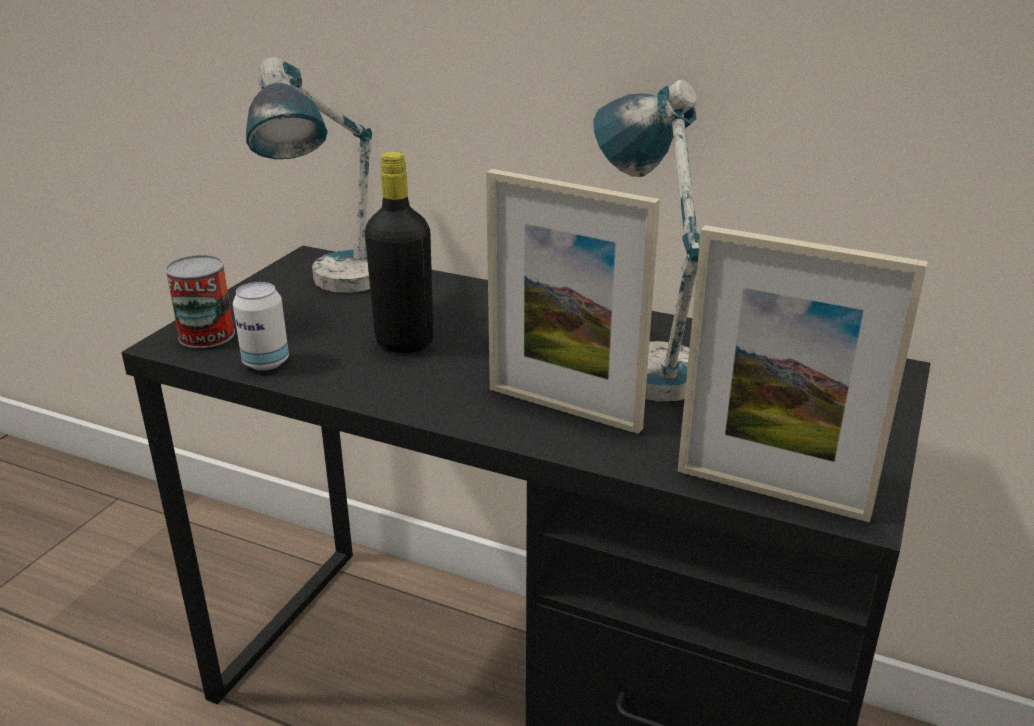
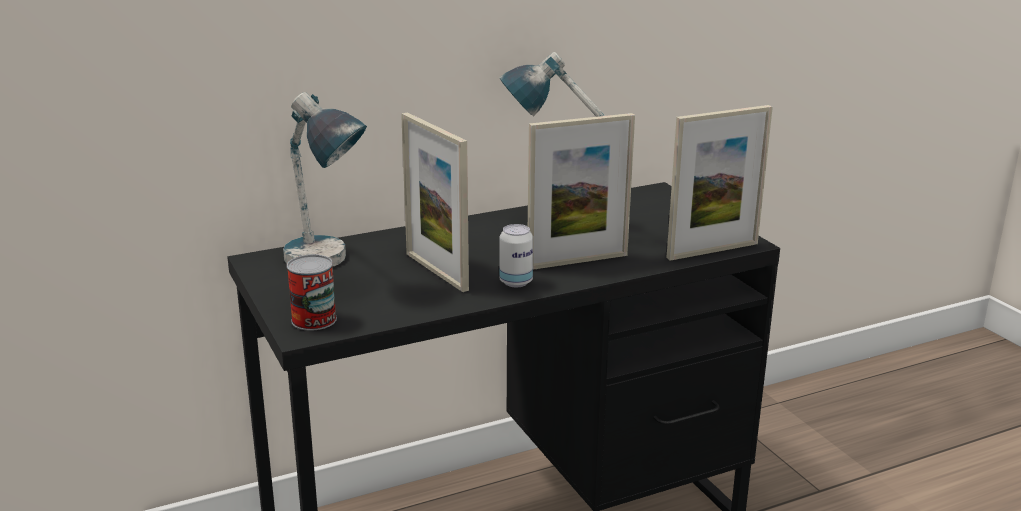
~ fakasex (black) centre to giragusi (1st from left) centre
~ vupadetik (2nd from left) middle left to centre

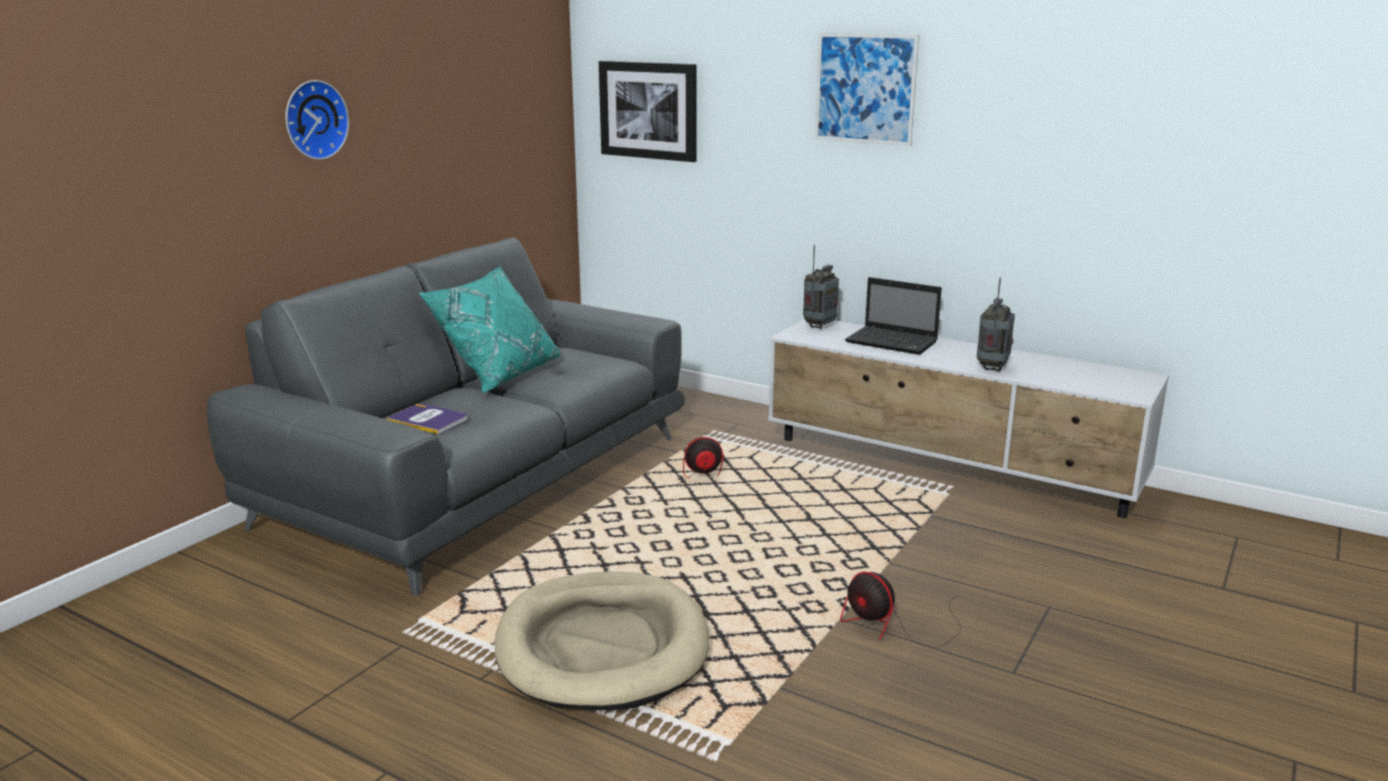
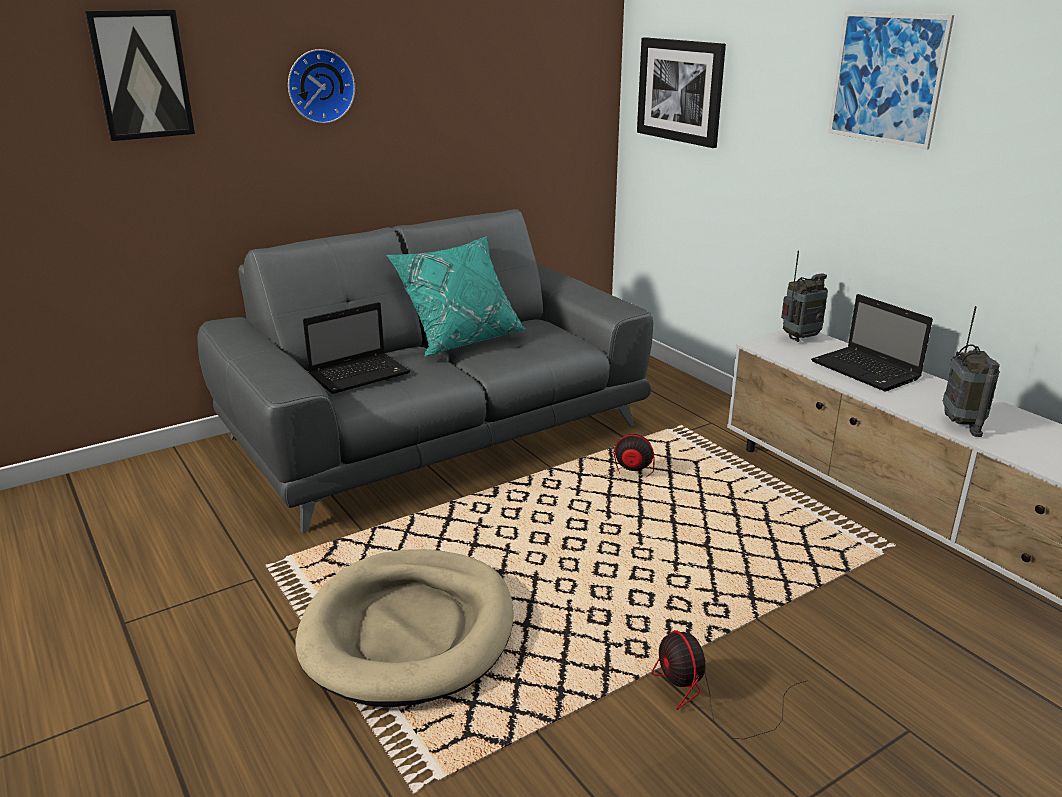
+ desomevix (1st from left) top left
~ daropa middle left to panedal (1st from left) centre
~ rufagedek (2nd from left) middle right = middle right 135 degrees clockwise

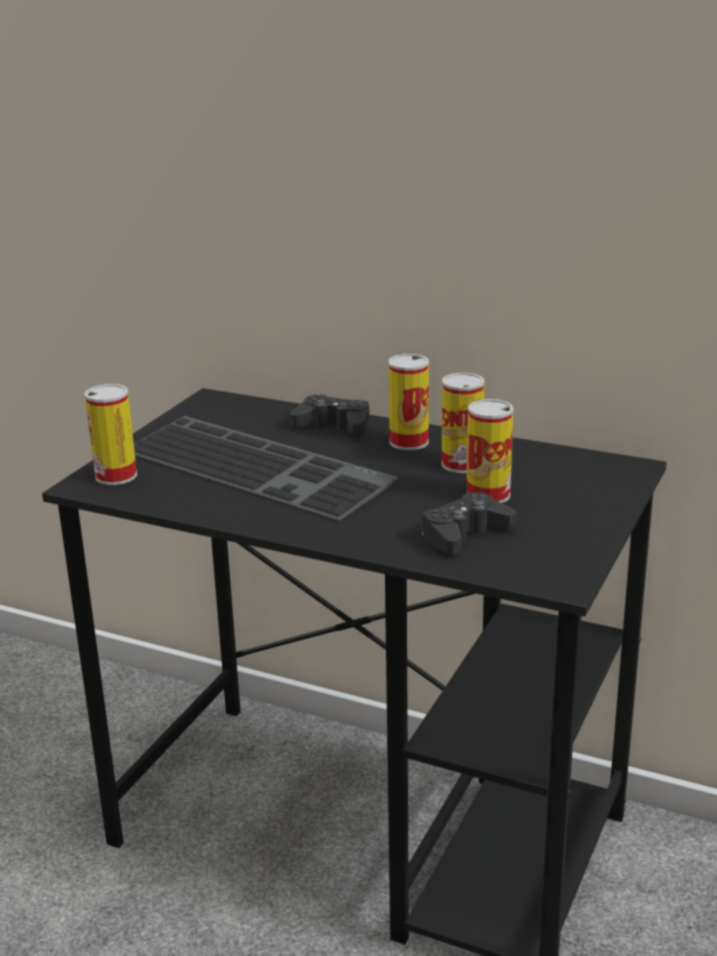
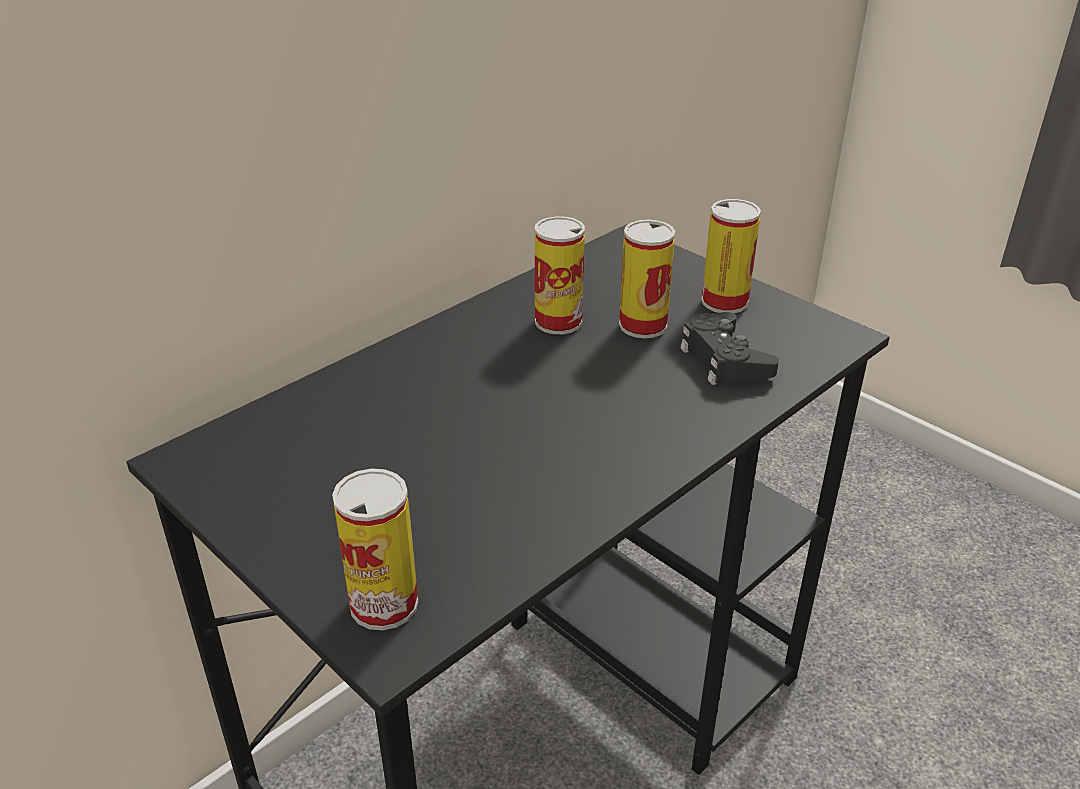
~ vupadetik (2nd from left in the first image) centre to vupadetik (4th from left) top right
- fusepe centre
- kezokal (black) (1st from left) centre

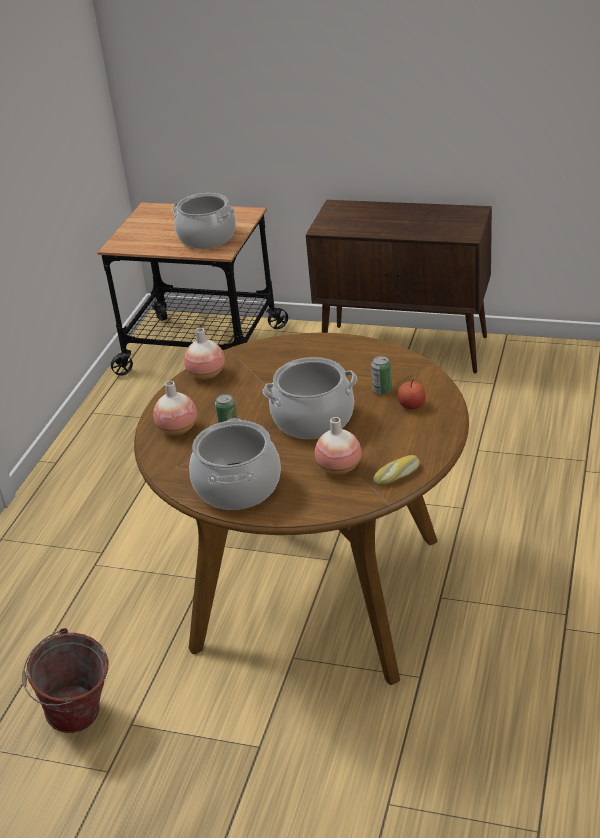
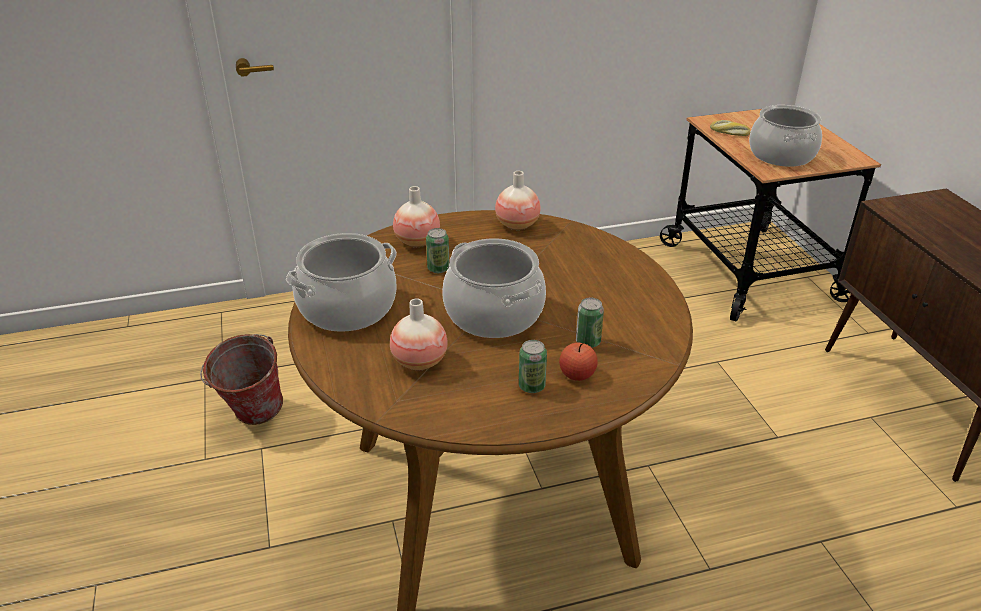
+ vupadetik (2nd from left) centre
~ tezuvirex centre to top right

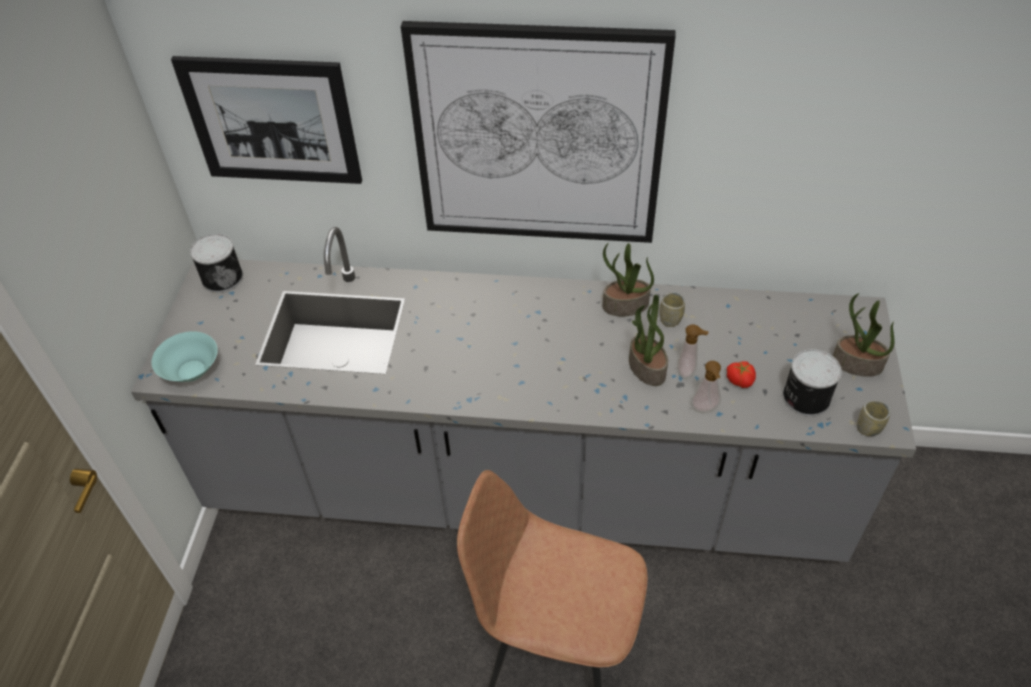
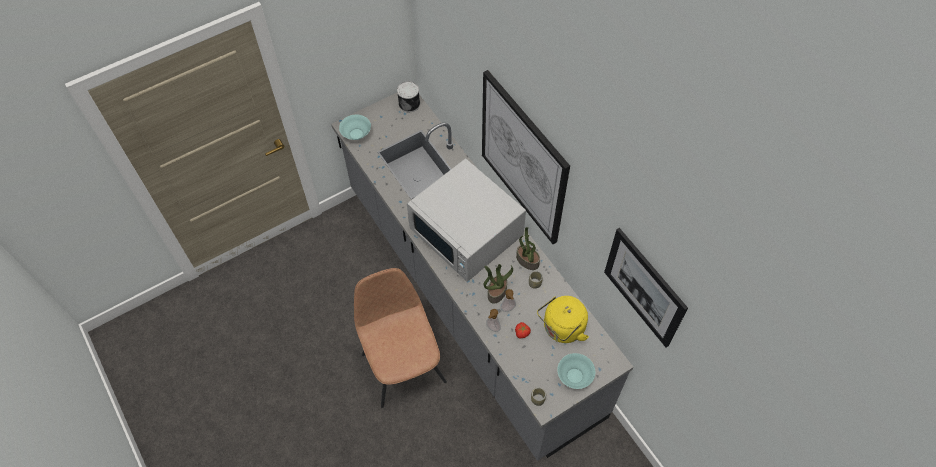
+ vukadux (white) centre
+ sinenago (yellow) bottom centre
~ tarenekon (3rd from left) middle right to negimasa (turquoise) (2nd from left) bottom centre
~ desomevix (1st from left in the first image) top left to desomevix (2nd from left) middle right
- vupadetik (2nd from left) middle right

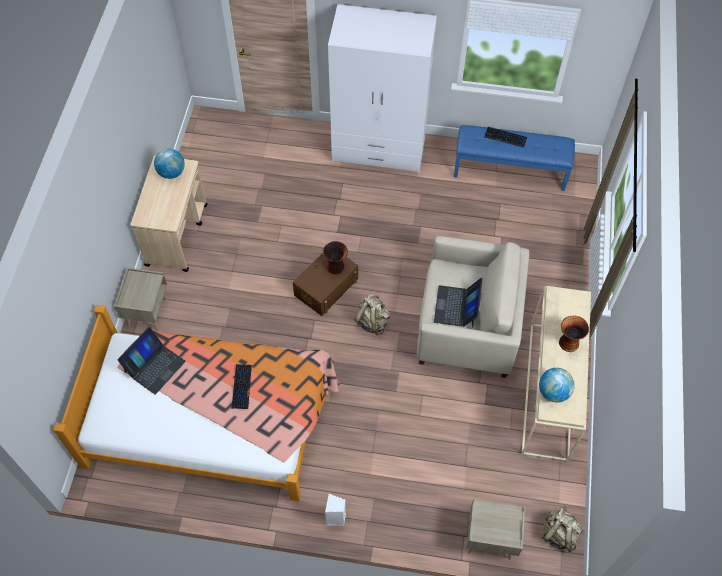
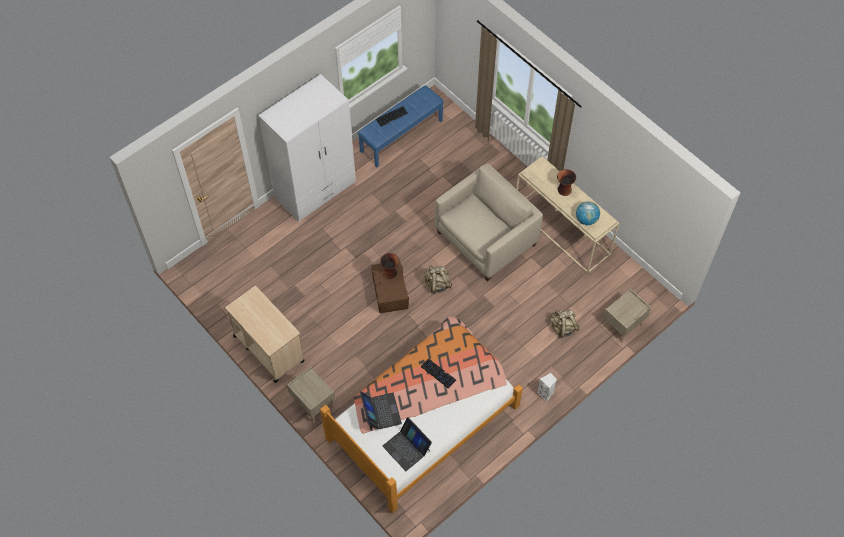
~ panedal (2nd from left) centre to bottom centre
~ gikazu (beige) (2nd from left) bottom right to middle right
- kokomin (1st from left) top left

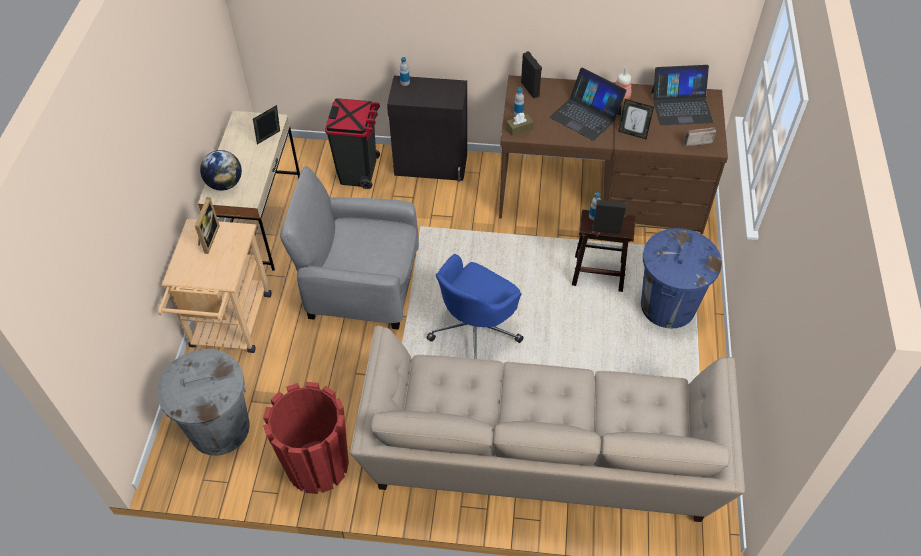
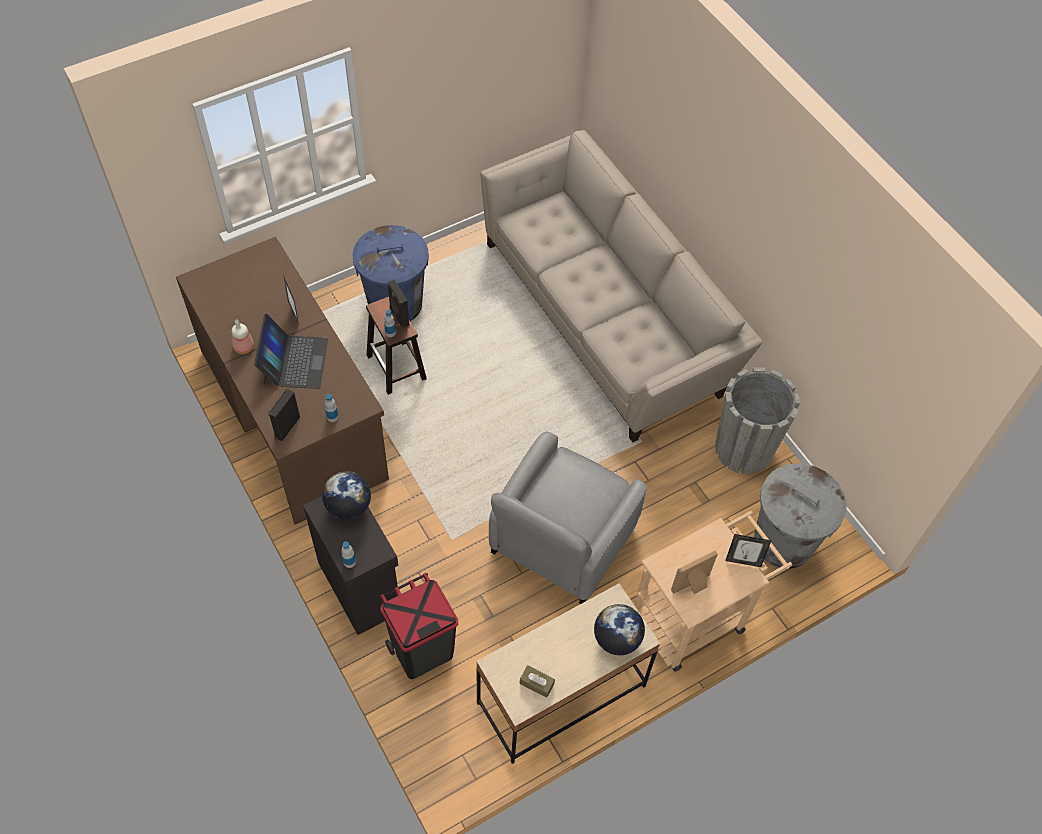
+ kokomin (1st from left) middle left
~ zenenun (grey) centre = centre 60 degrees clockwise
~ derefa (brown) top centre to bottom centre
~ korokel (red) bottom left to korokel (grey) middle right
~ giragusi (2nd from left in the first image) top left to giragusi (3rd from left) middle right
- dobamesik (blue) centre
- panedal (2nd from left) top right
- rufagedek top right

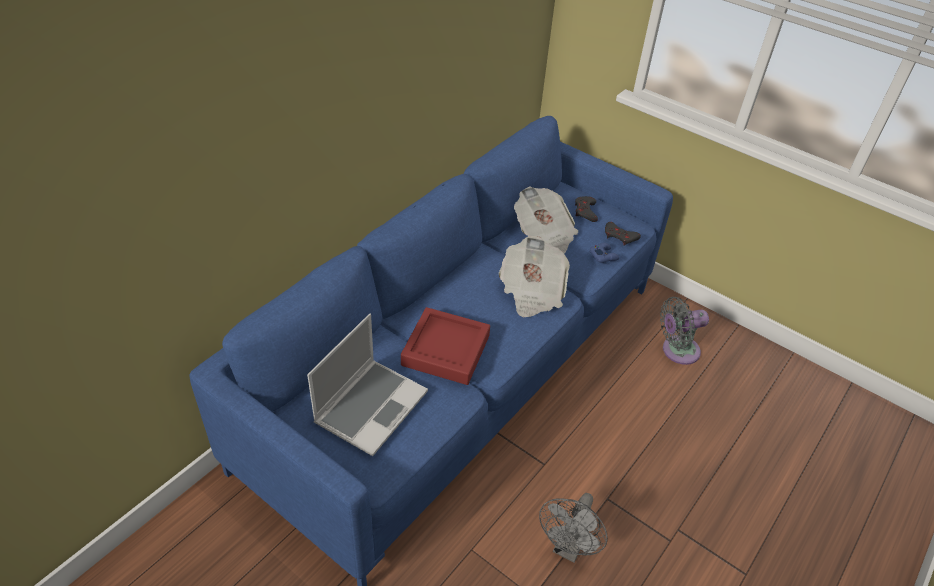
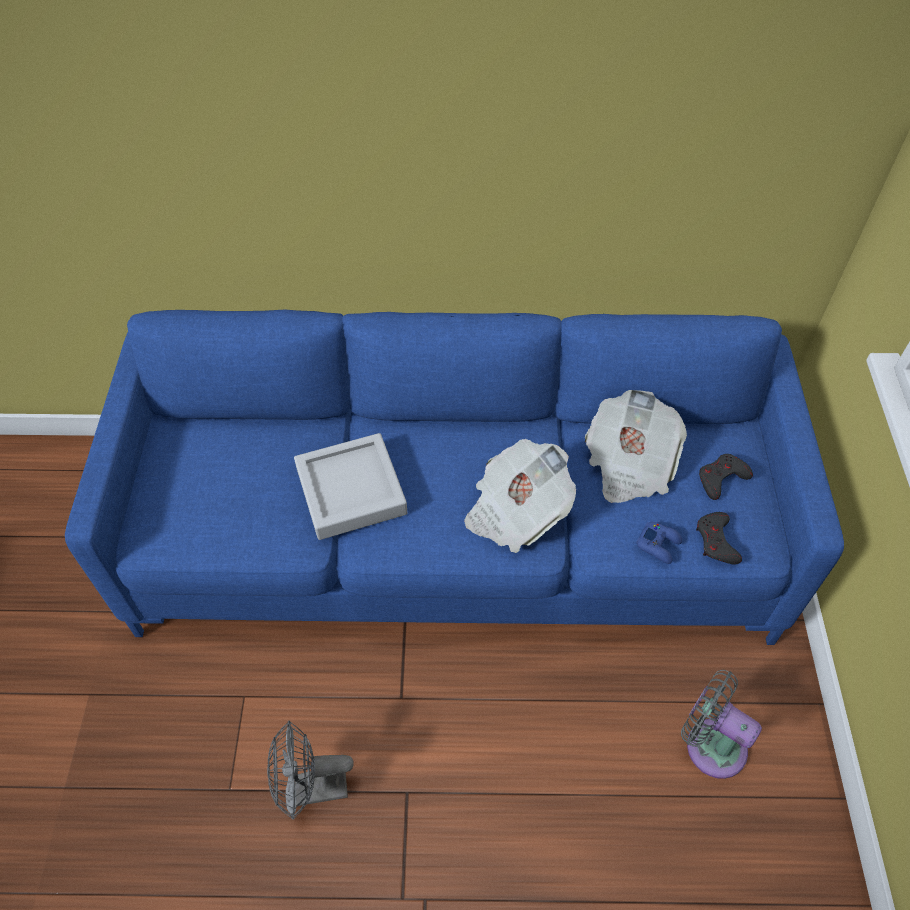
~ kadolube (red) centre to kadolube (grey) centre
- panedal centre

